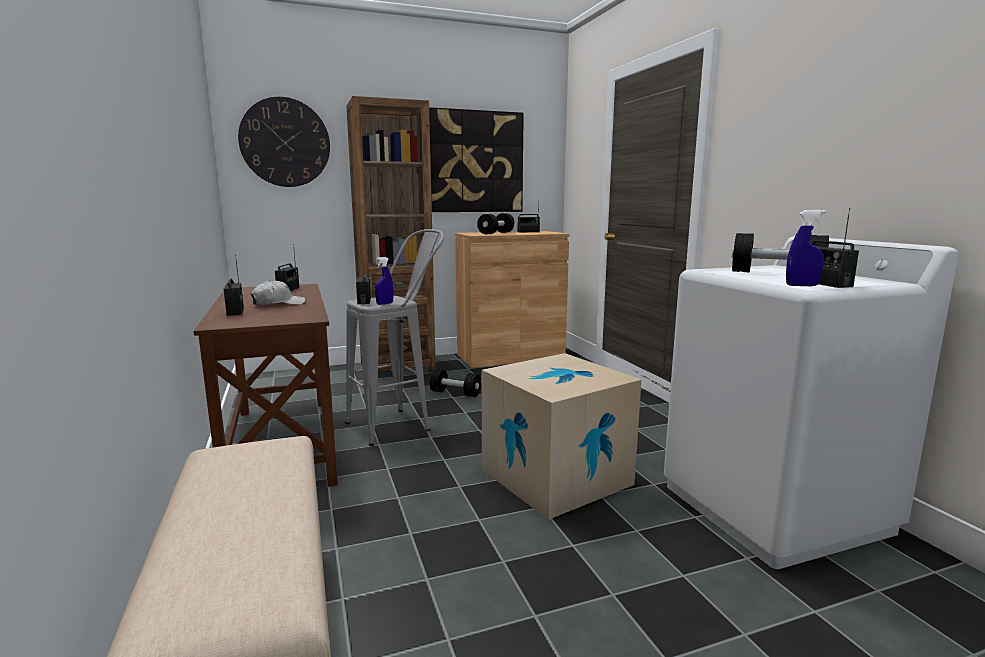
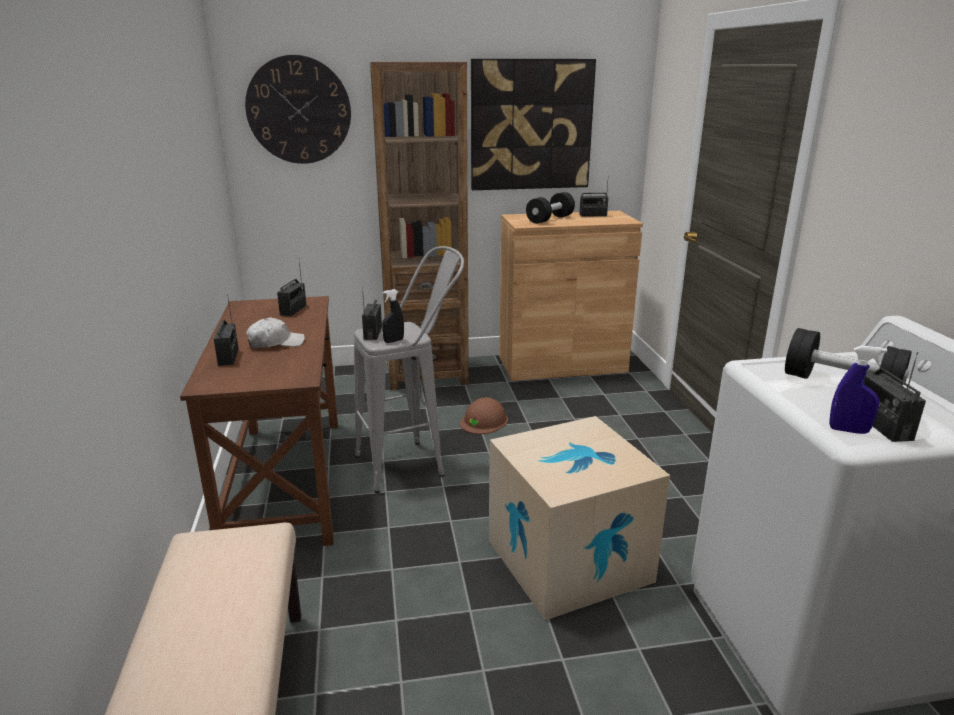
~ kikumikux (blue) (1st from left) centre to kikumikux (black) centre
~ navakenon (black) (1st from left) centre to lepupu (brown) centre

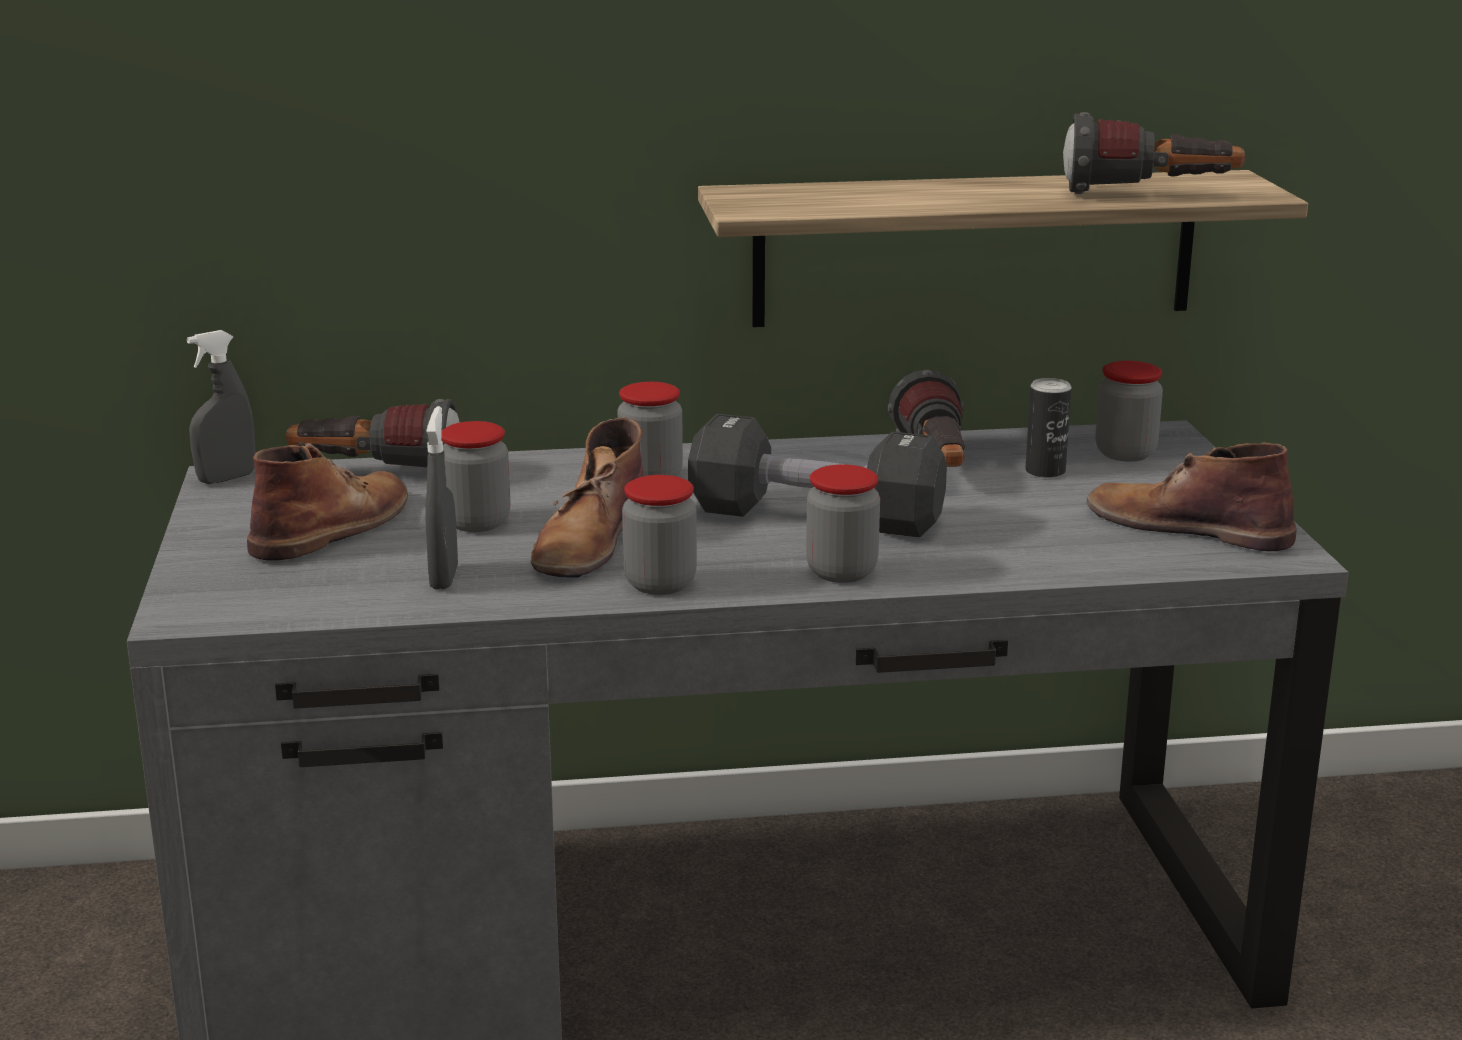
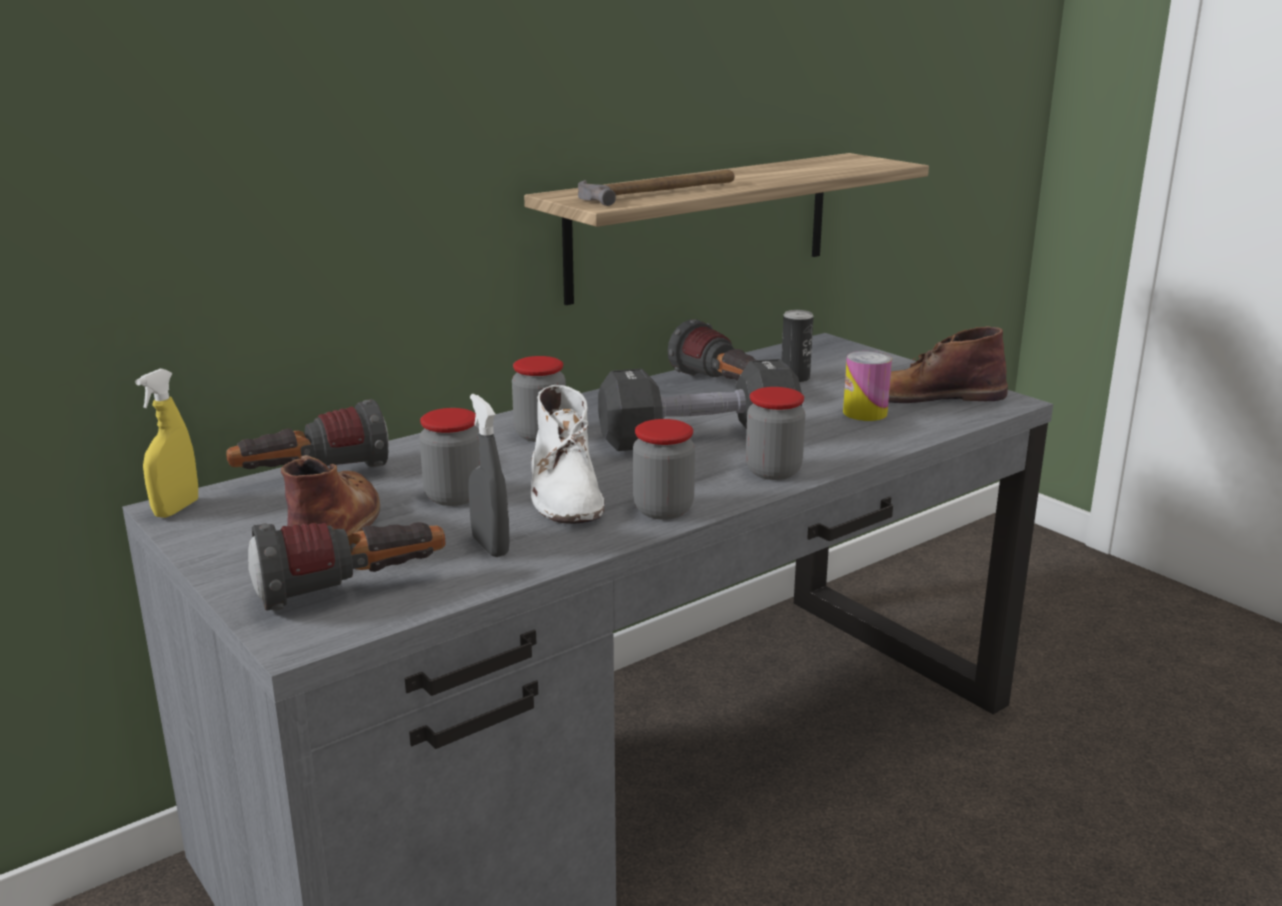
~ kikumikux (grey) (1st from left) middle left to kikumikux (yellow) middle left
~ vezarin (3rd from left in the first image) top right to vezarin (2nd from left) middle left
~ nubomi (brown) (2nd from left) centre to nubomi (white) centre
+ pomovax top centre
+ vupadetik (2nd from left) middle right
- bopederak (5th from left) middle right

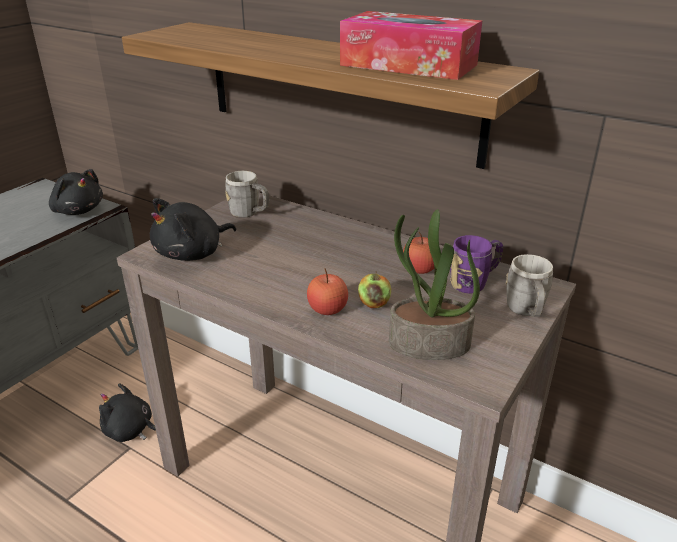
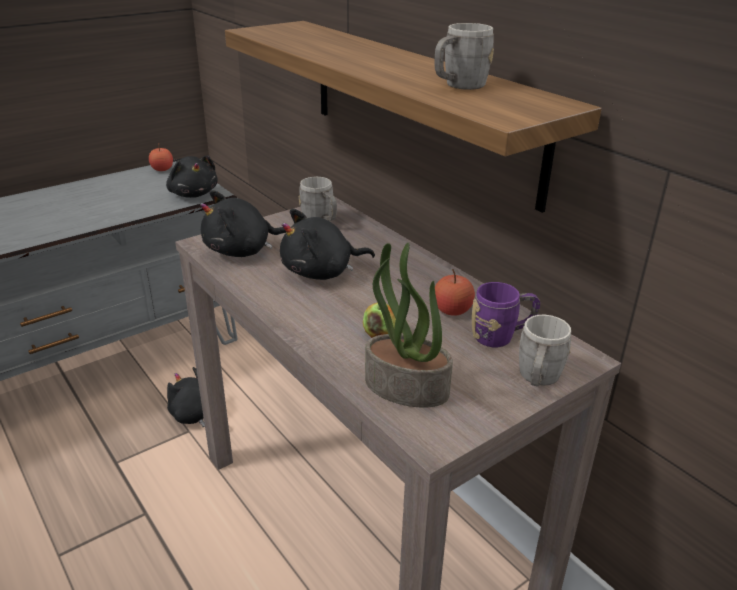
~ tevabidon (1st from left) centre to top left
+ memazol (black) (4th from left) centre
~ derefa top centre to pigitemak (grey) (2nd from left) top centre

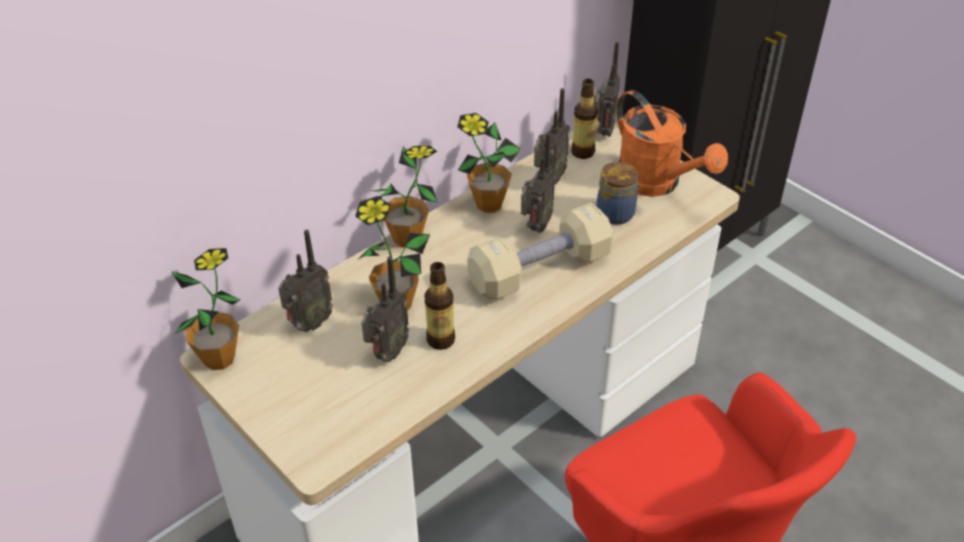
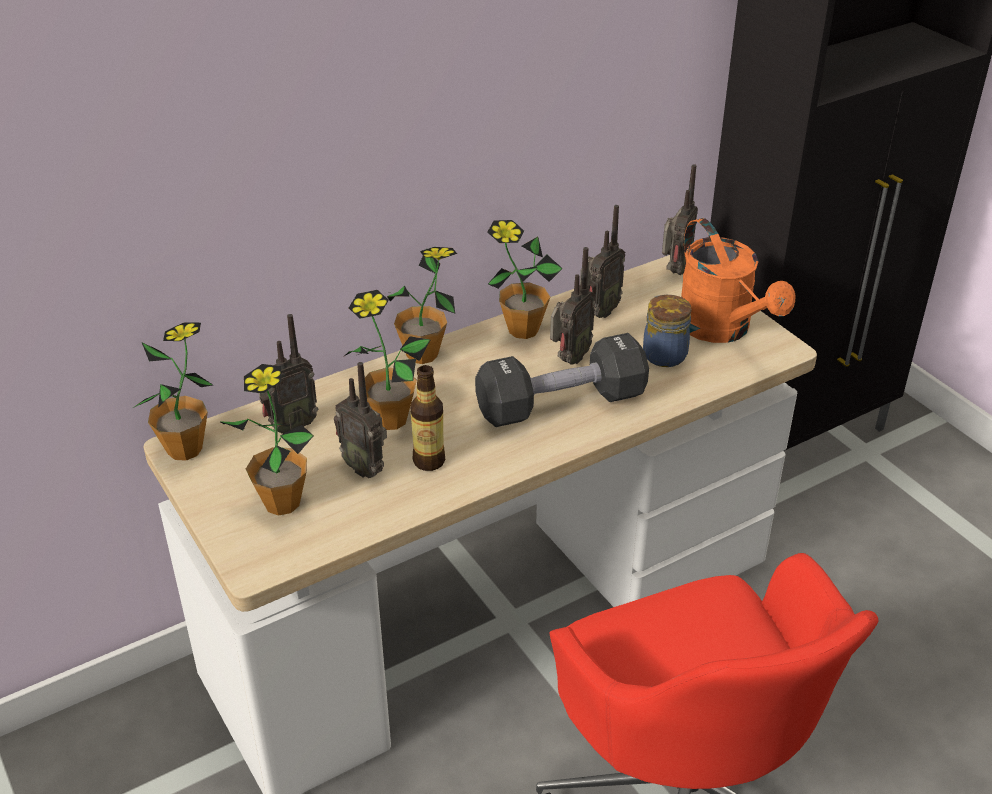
+ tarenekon (2nd from left) middle left
~ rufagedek (2nd from left) centre = centre 90 degrees clockwise
~ navakenon (beige) centre to navakenon (black) centre
- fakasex (2nd from left) top centre

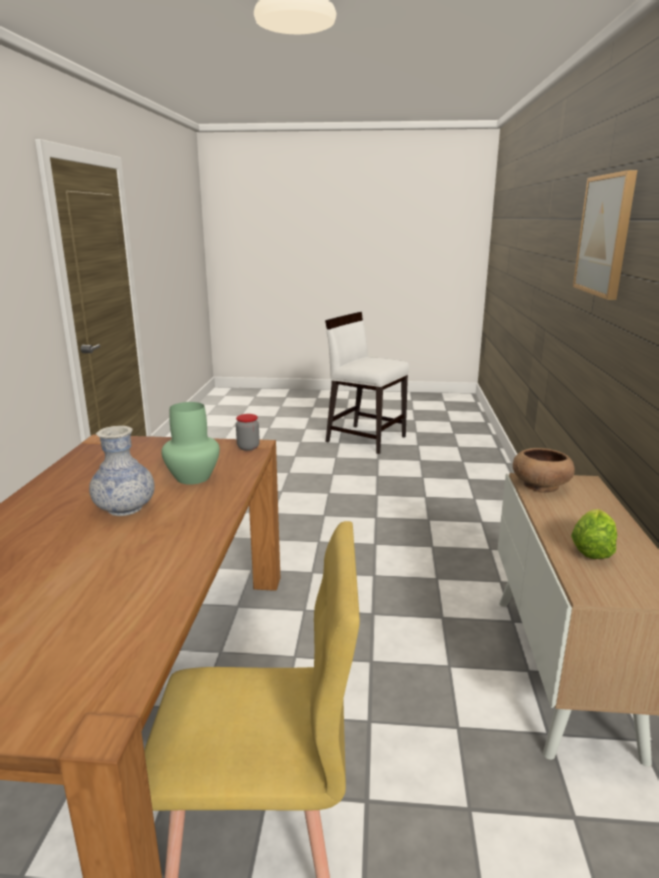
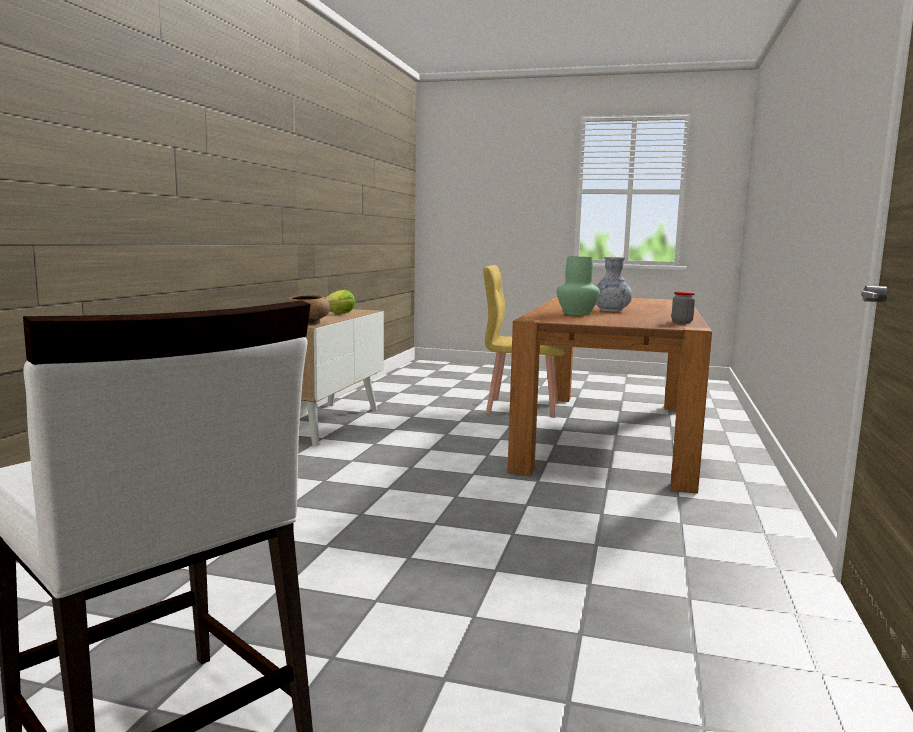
~ bopederak centre to middle right
- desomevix top right

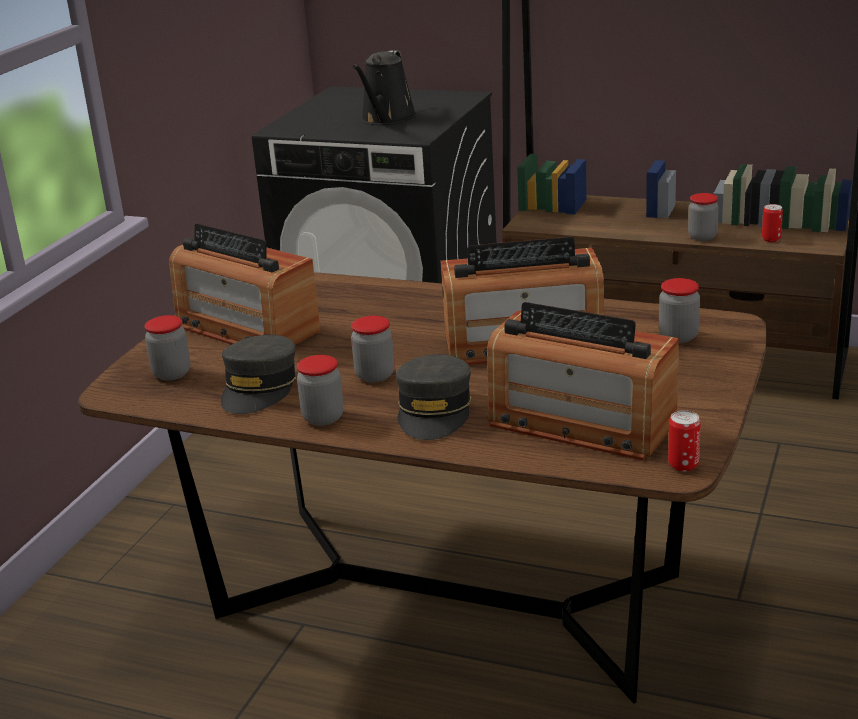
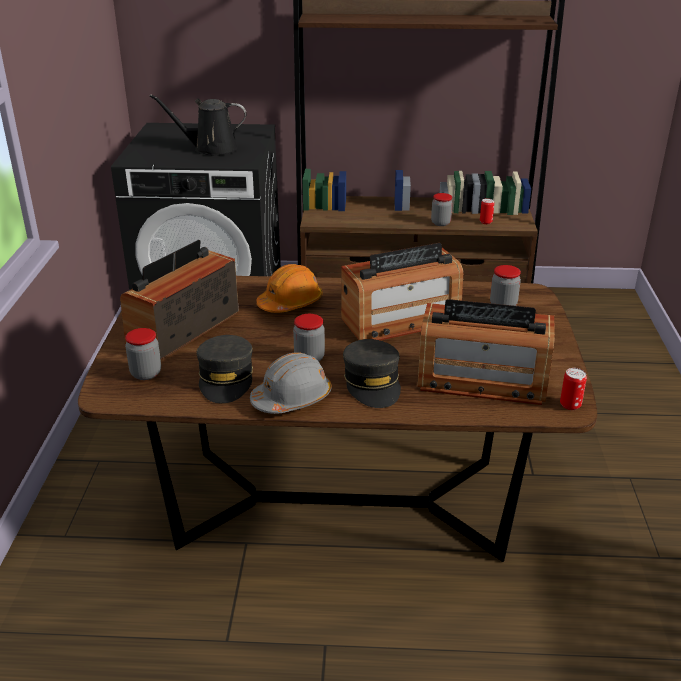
~ rufagedek (1st from left) middle left = middle left 105 degrees clockwise
~ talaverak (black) top centre = top left 90 degrees clockwise
~ bopederak (2nd from left) centre to lepupu (grey) centre
+ lepupu (orange) centre

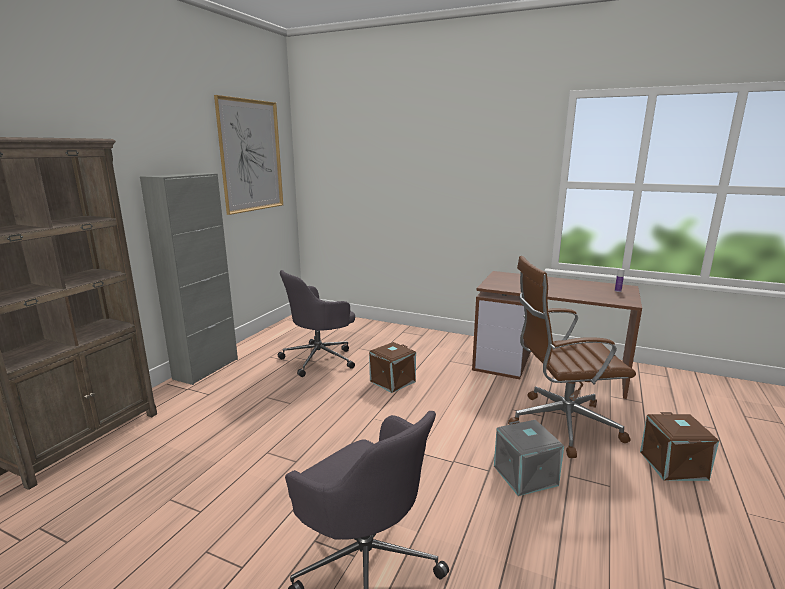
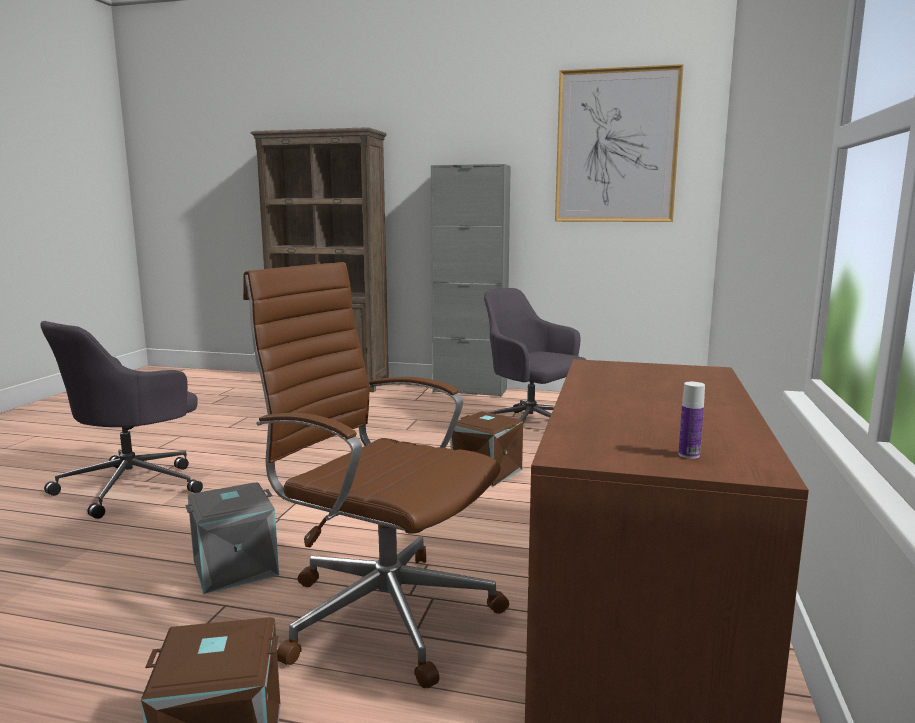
~ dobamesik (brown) middle right = centre 45 degrees counterclockwise

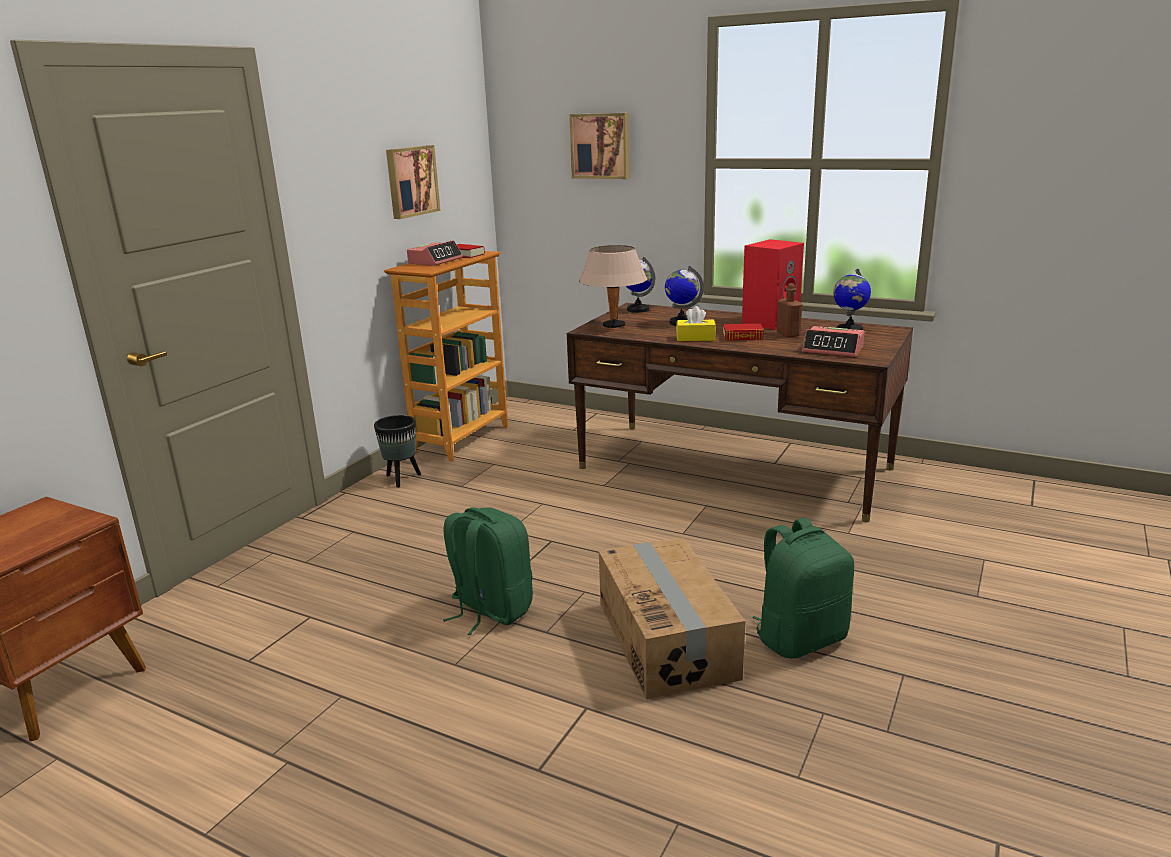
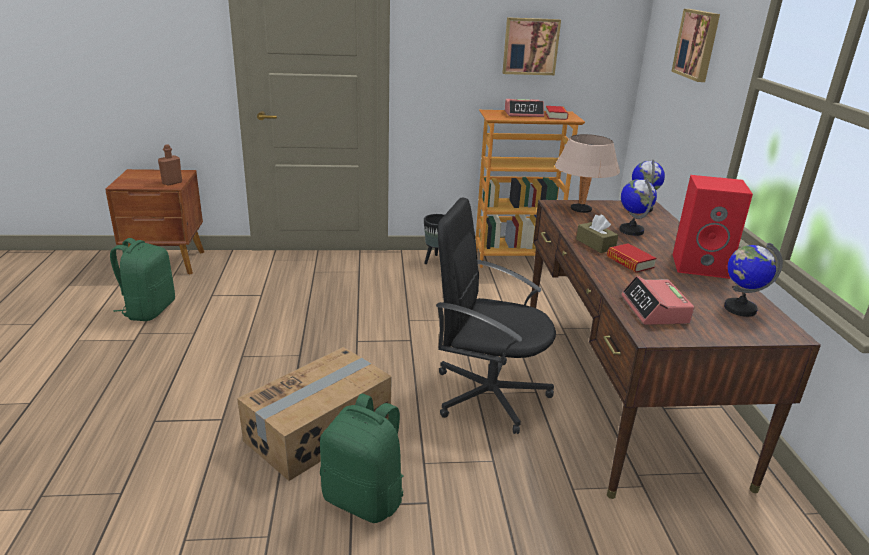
~ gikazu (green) (1st from left) centre to middle left
~ fakasex (brown) middle right to top left
+ dobamesik (black) centre
~ derefa (yellow) centre to derefa (brown) middle right

